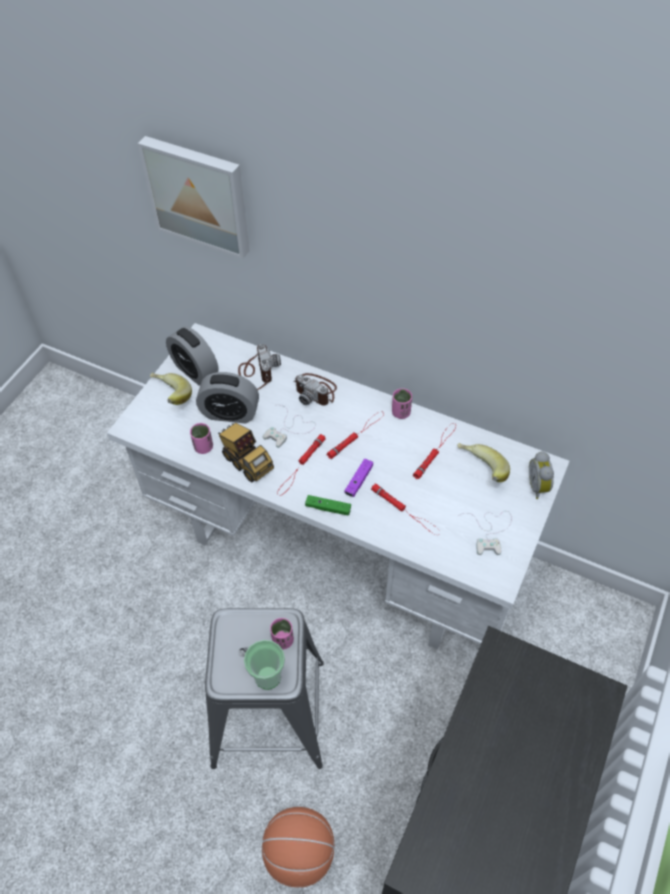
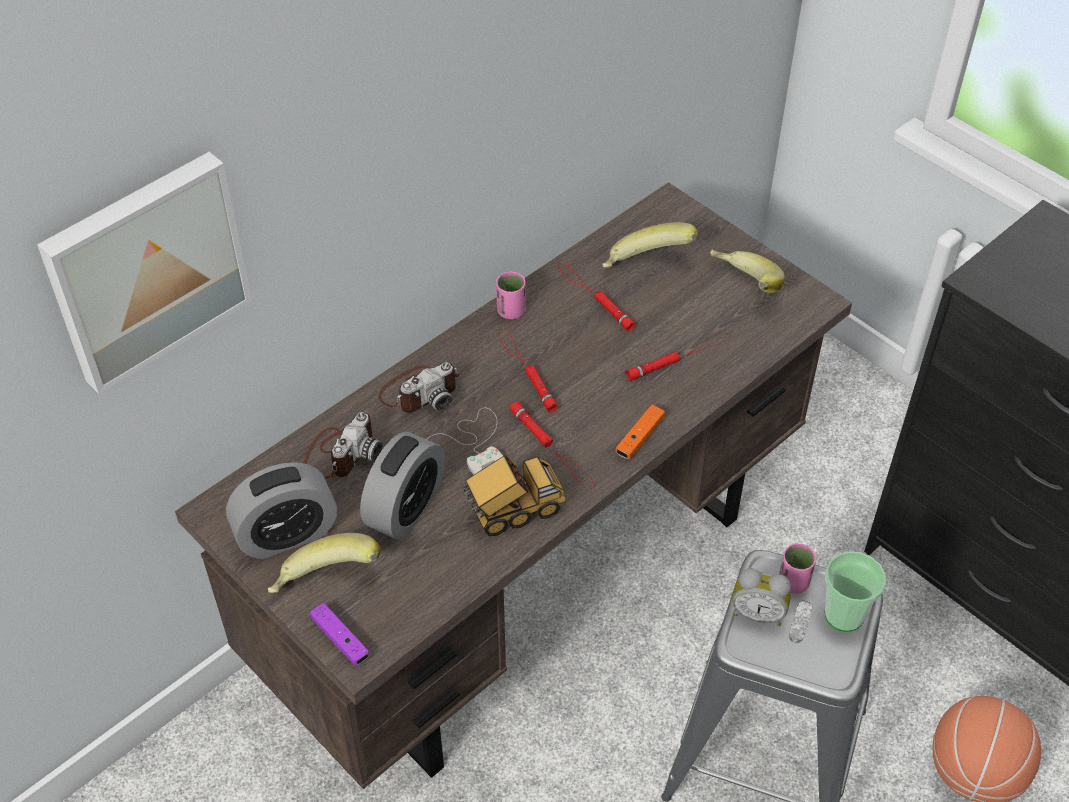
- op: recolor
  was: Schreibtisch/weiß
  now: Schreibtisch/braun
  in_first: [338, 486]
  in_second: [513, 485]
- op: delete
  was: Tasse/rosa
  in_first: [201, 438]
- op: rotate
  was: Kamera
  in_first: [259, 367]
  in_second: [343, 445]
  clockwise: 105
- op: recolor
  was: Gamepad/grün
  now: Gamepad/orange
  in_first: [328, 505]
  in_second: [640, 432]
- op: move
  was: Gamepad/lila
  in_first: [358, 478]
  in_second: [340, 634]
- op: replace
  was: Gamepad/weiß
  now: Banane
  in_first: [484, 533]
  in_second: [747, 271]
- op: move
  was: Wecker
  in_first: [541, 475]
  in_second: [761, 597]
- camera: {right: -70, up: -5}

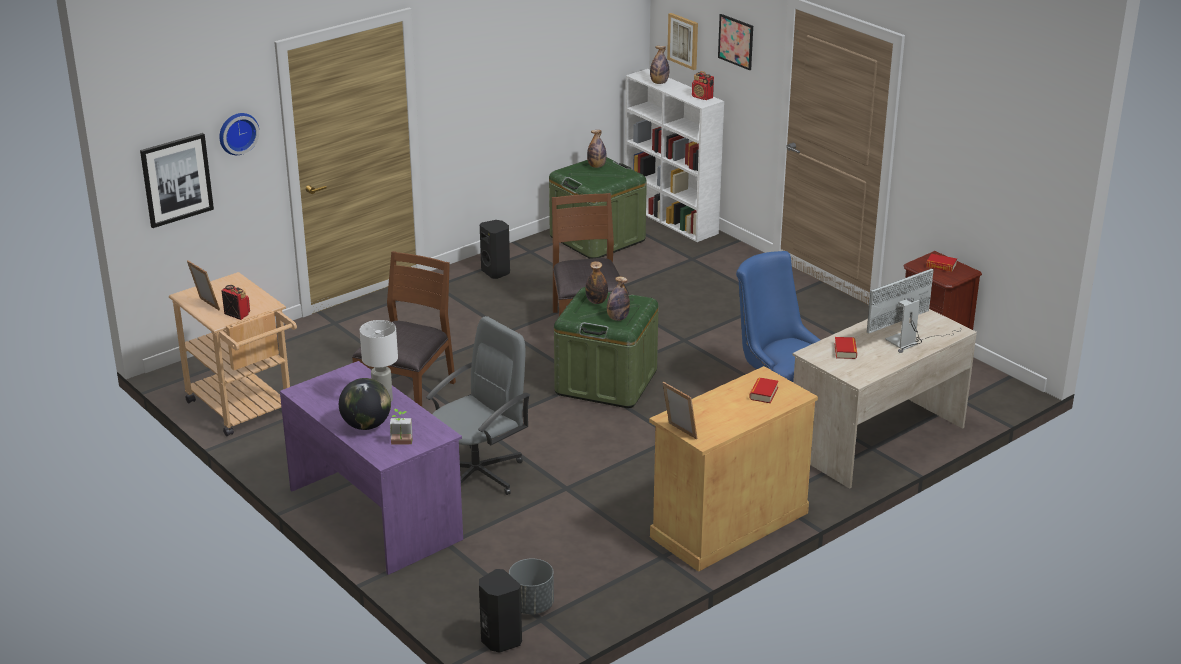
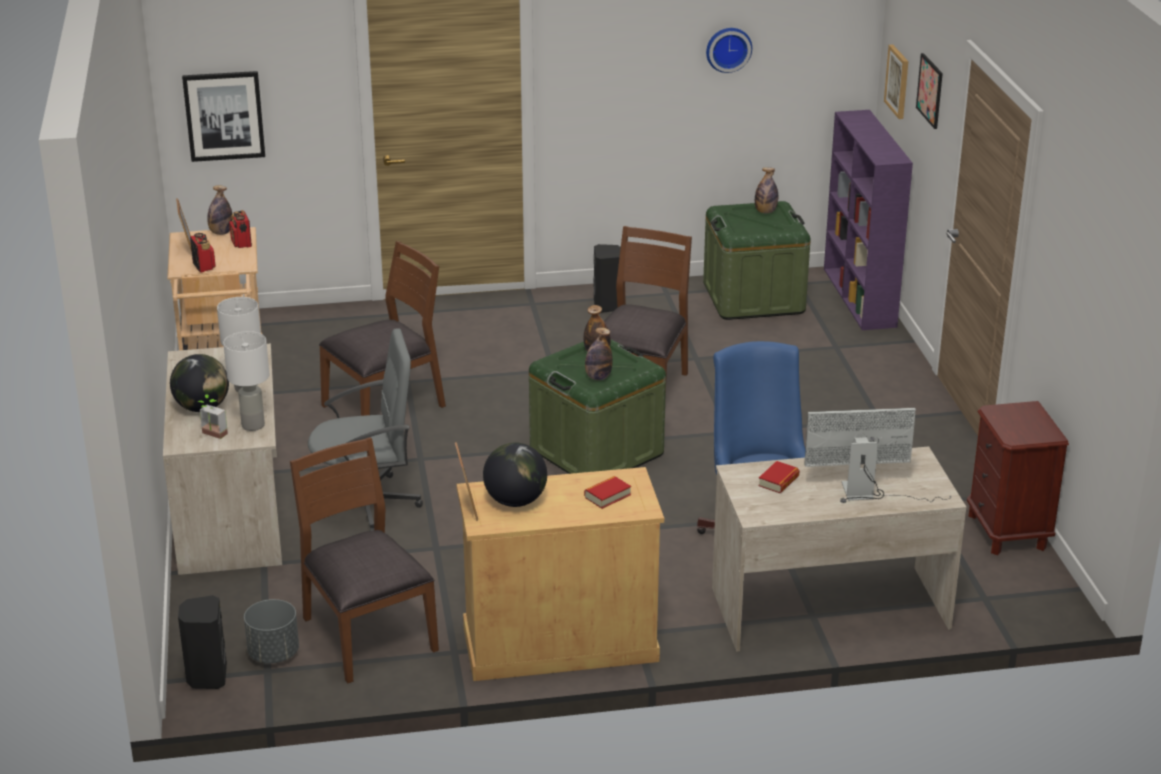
- op: move
  was: Wanduhr
  in_first: [239, 134]
  in_second: [729, 50]
- op: recolor
  was: Schreibtisch/lila
  now: Schreibtisch/beige
  in_first: [371, 468]
  in_second: [222, 459]
- op: recolor
  was: Bücherregal/weiß
  now: Bücherregal/lila
  in_first: [674, 155]
  in_second: [868, 220]
- op: move
  was: Flasche
  in_first: [659, 65]
  in_second: [219, 210]
- op: move
  was: Radio
  in_first: [703, 85]
  in_second: [240, 229]
- op: delete
  was: Buch
  in_first: [941, 263]
- op: insert
  now: Tischlampe/weiß
  in_second: [246, 381]
- op: insert
  now: Stuhl/braun
  in_second: [364, 560]
- op: insert
  now: Globus
  in_second: [515, 474]
- camera: {right: 30, up: 0}

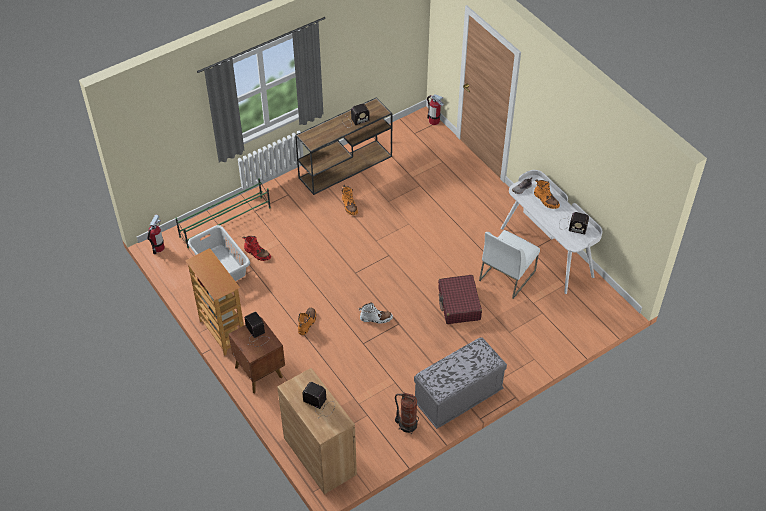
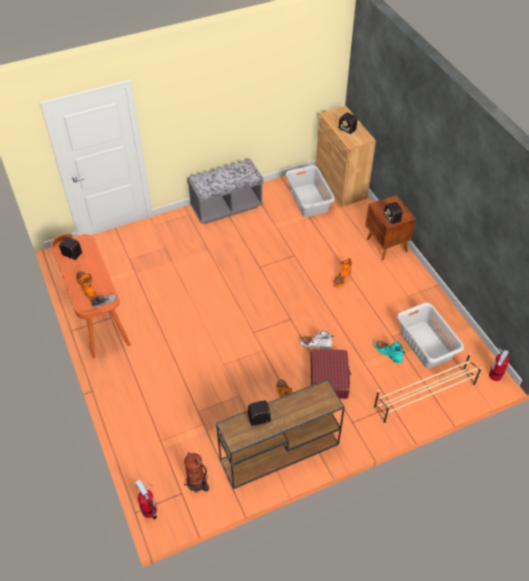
- op: recolor
  was: Schuhregal/grün
  now: Schuhregal/beige
  in_first: [223, 213]
  in_second: [428, 388]
- op: delete
  was: Bücherregal
  in_first: [214, 302]
- op: recolor
  was: Stiefel/rot
  now: Stiefel/türkis
  in_first: [257, 248]
  in_second: [390, 352]
- op: move
  was: Stiefel/weiß
  in_first: [376, 313]
  in_second: [317, 340]
- op: move
  was: Feuerlöscher
  in_first: [407, 413]
  in_second: [196, 472]
- op: move
  was: Koffer/rot
  in_first: [460, 299]
  in_second: [331, 374]
- op: delete
  was: Stuhl/weiß
  in_first: [509, 264]
- op: recolor
  was: Schreibtisch/weiß
  now: Schreibtisch/orange
  in_first: [551, 232]
  in_second: [91, 296]
- op: insert
  now: Wäschekorb/grau
  in_second: [310, 191]
- camera: {right: -170, up: 0}

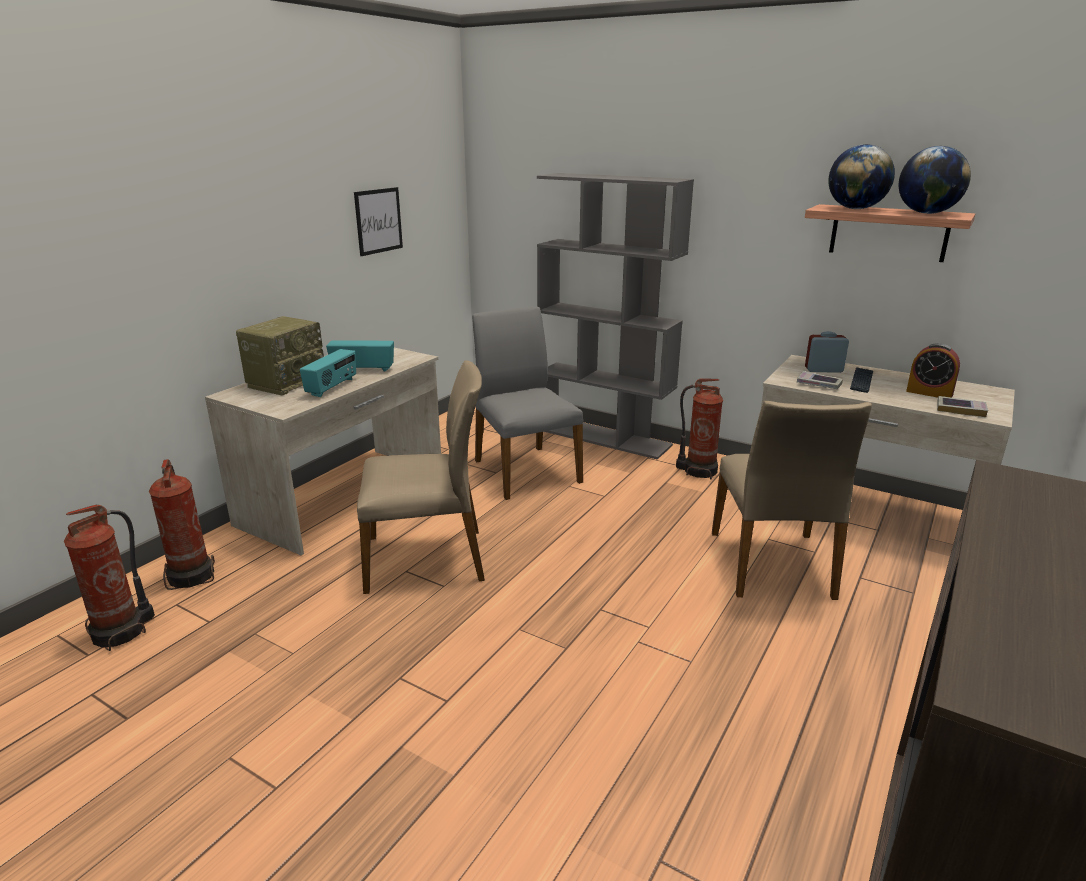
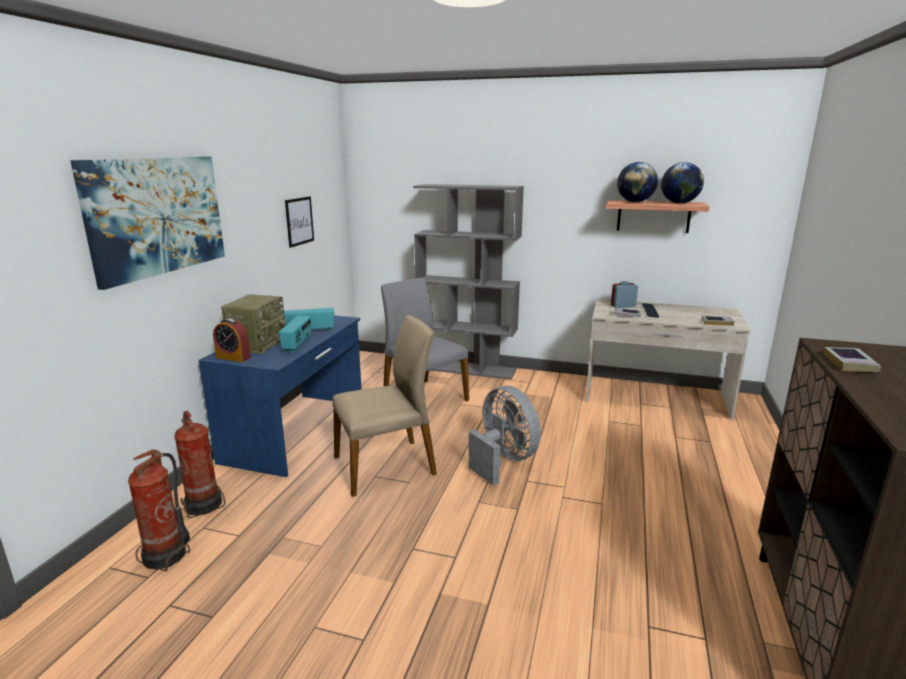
- op: recolor
  was: Schreibtisch/beige
  now: Schreibtisch/blau
  in_first: [323, 451]
  in_second: [280, 396]
- op: delete
  was: Feuerlöscher
  in_first: [699, 429]
- op: delete
  was: Stuhl/beige
  in_first: [792, 500]
- op: move
  was: Wecker
  in_first: [933, 370]
  in_second: [232, 340]
- op: insert
  now: Bild
  in_second: [147, 223]
- op: insert
  now: Ventilator/grau
  in_second: [504, 435]
- op: insert
  now: Buch
  in_second: [852, 359]
- camera: {right: -15, up: -5}

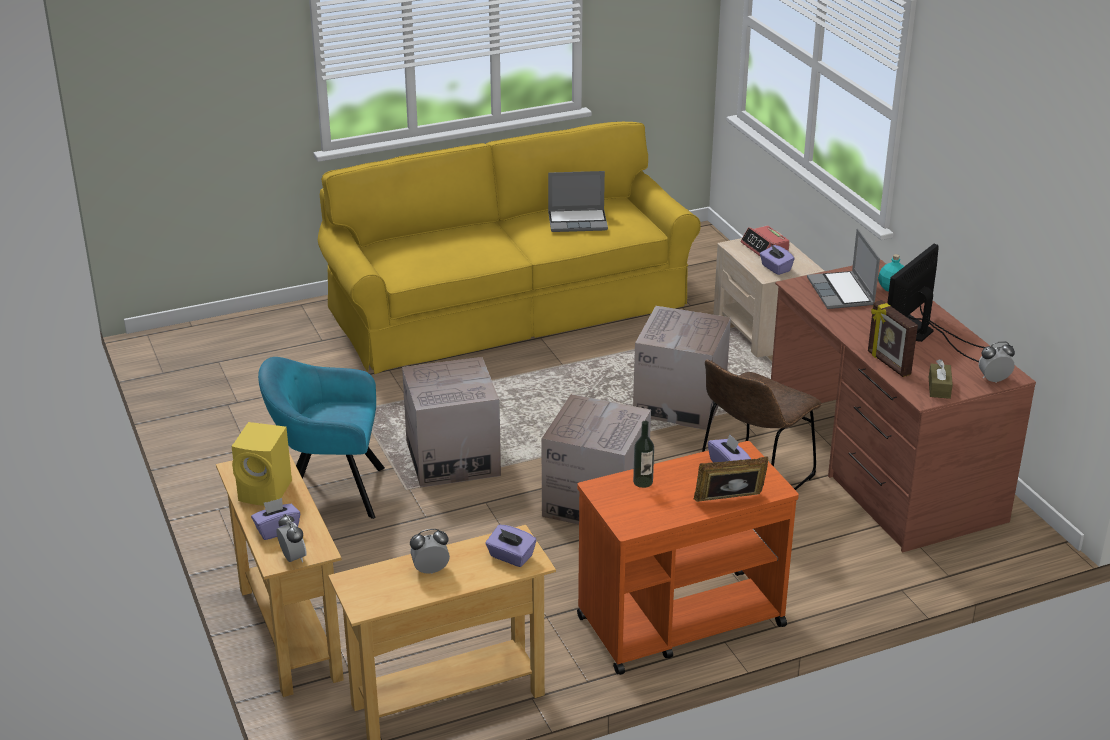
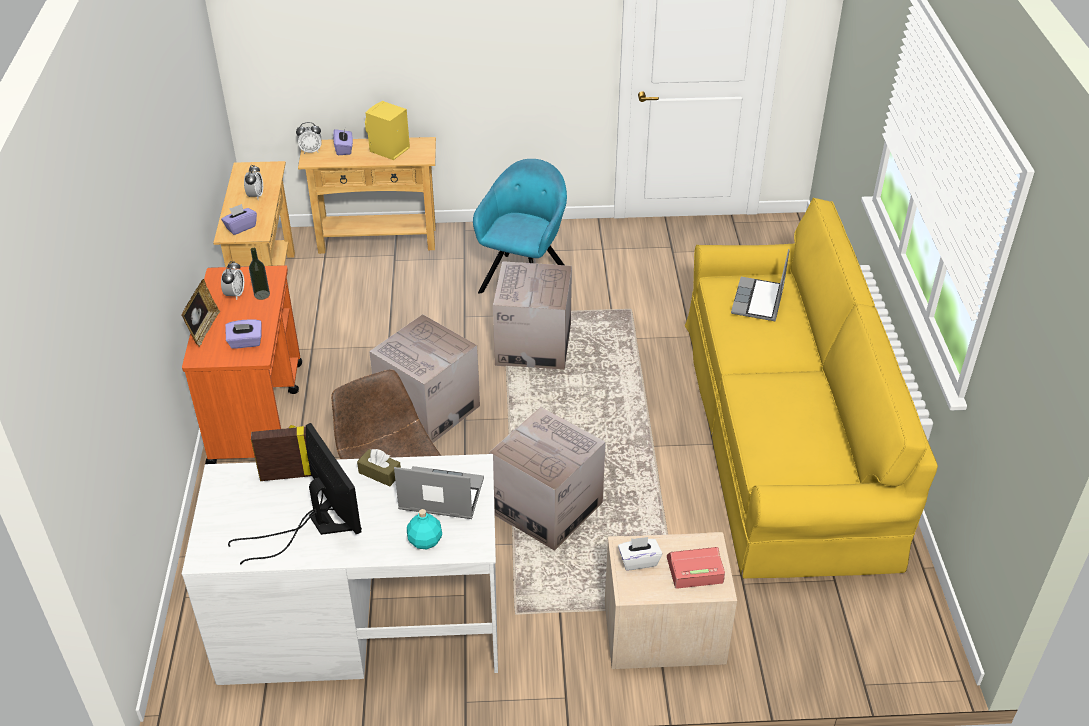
- op: move
  was: Laptop
  in_first: [578, 201]
  in_second: [760, 285]
- op: recolor
  was: Taschentuchbox/lila
  now: Taschentuchbox/weiß
  in_first: [777, 259]
  in_second: [640, 553]
- op: recolor
  was: Schreibtisch/braun
  now: Schreibtisch/weiß
  in_first: [903, 406]
  in_second: [340, 569]
- op: move
  was: Taschentuchbox/braun
  in_first: [941, 379]
  in_second: [379, 467]
- op: move
  was: Wecker
  in_first: [997, 362]
  in_second: [232, 280]
- camera: {right: 110, up: 10}

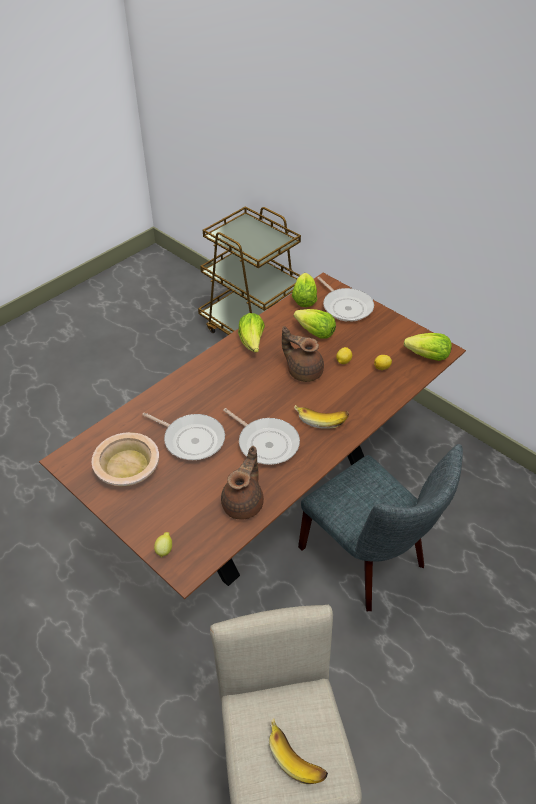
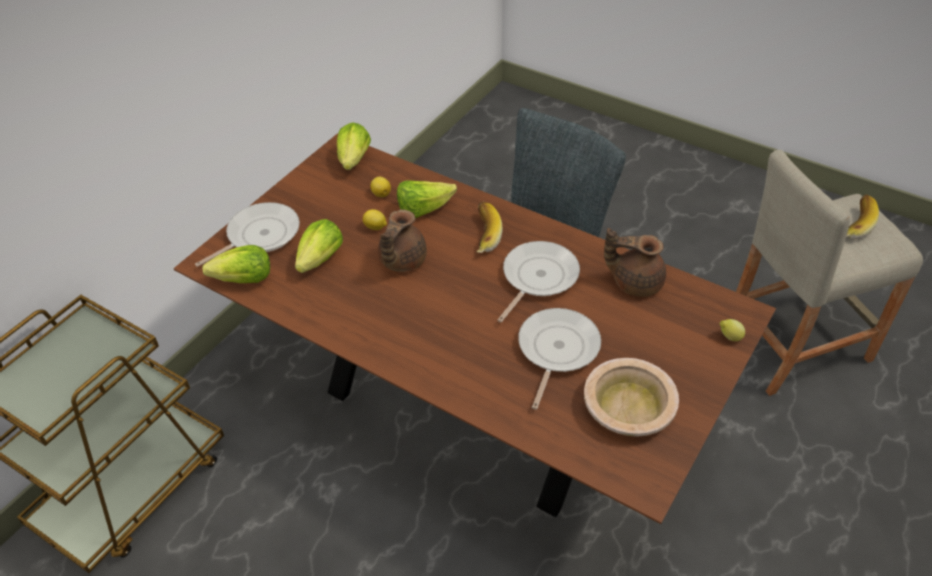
- op: move
  was: Salatkopf
  in_first: [251, 333]
  in_second: [427, 199]
- camera: {right: -100, up: 0}

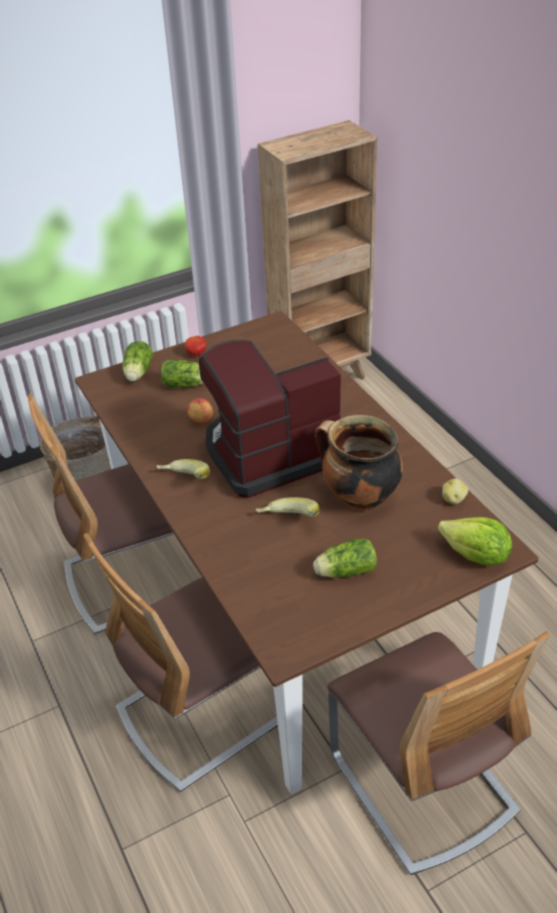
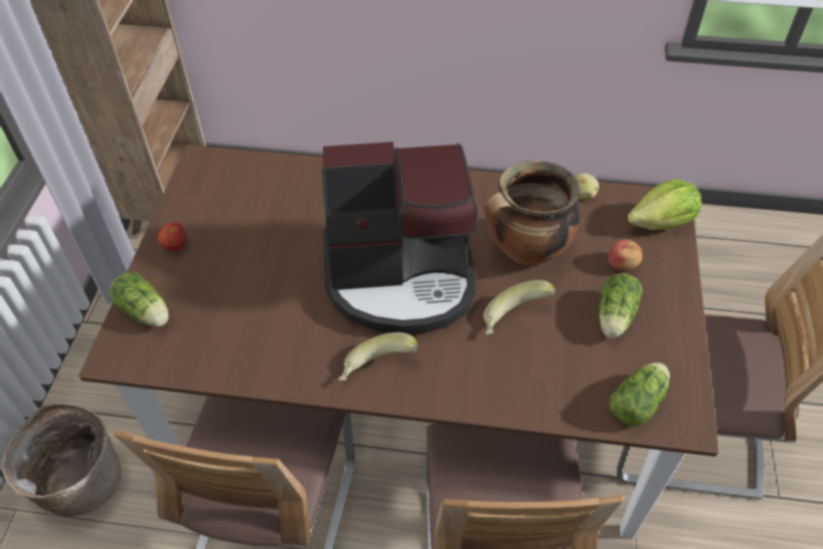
- op: move
  was: Salatkopf
  in_first: [181, 374]
  in_second: [639, 394]
- op: move
  was: Apfel
  in_first: [200, 411]
  in_second: [625, 256]
- op: rotate
  was: Kaffeemaschine
  in_first: [270, 419]
  in_second: [399, 238]
  clockwise: -105
- camera: {right: -55, up: 10}

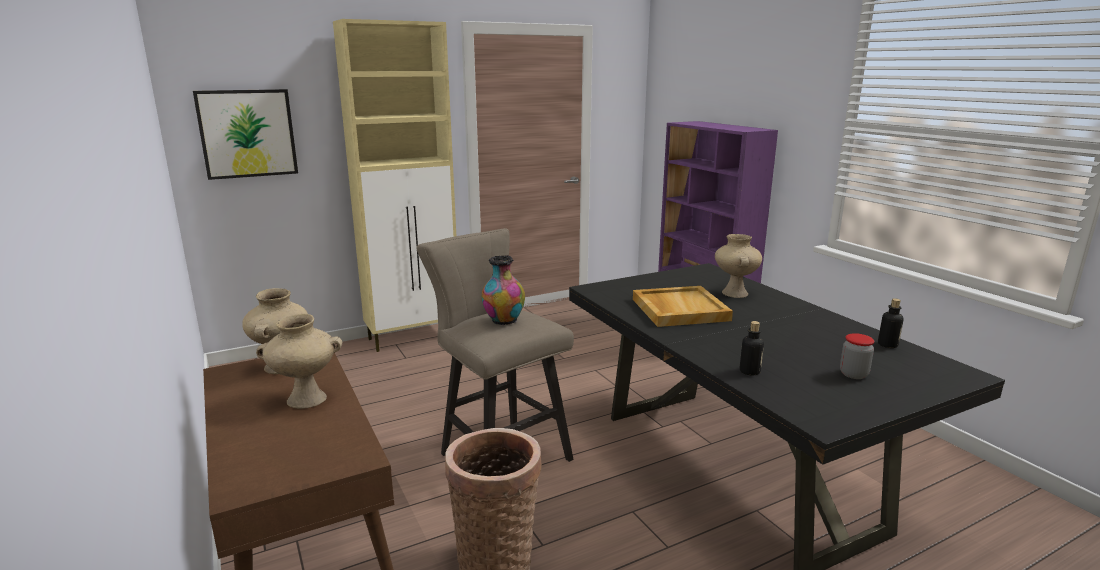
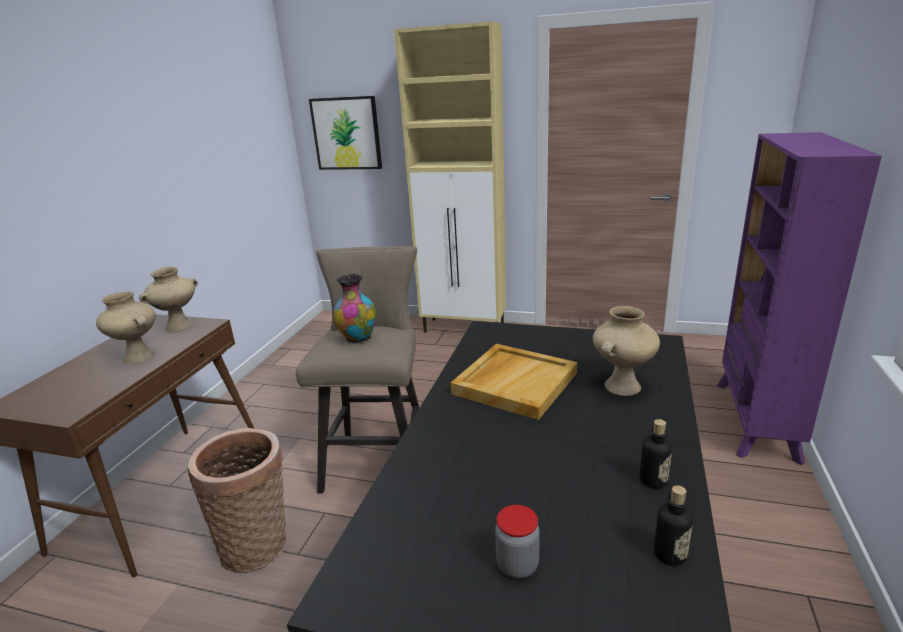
- op: move
  was: Flasche
  in_first: [752, 348]
  in_second: [656, 454]
- camera: {right: 45, up: 5}

